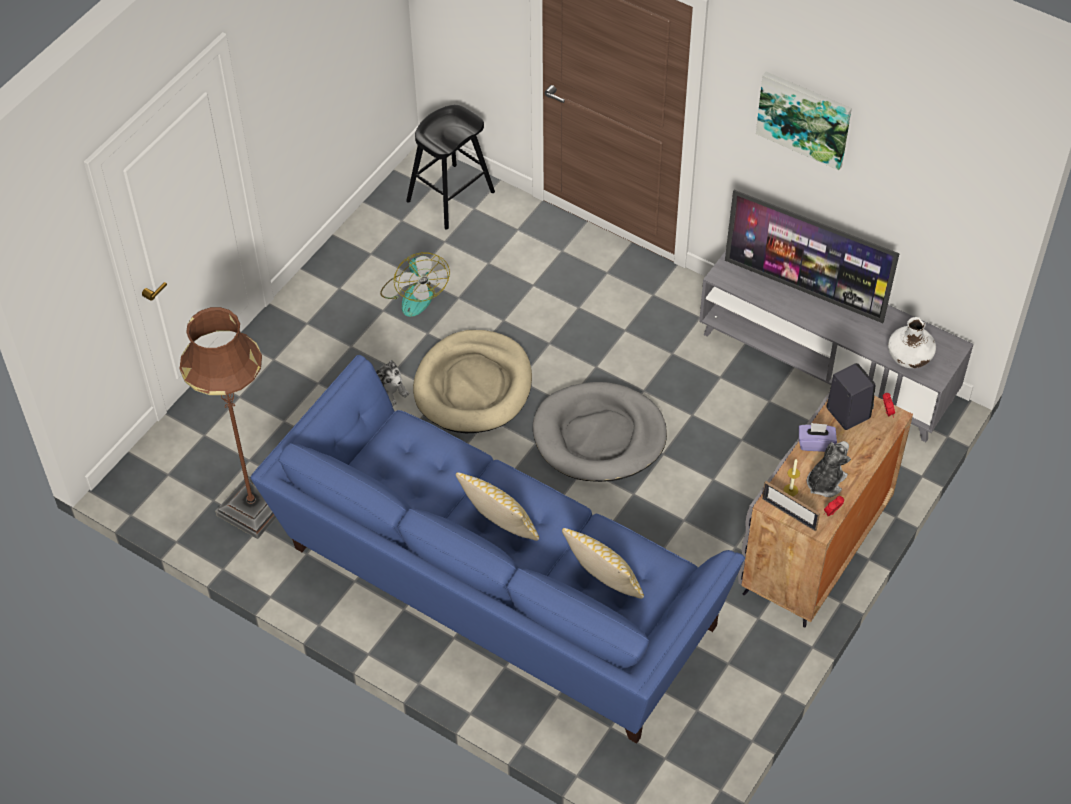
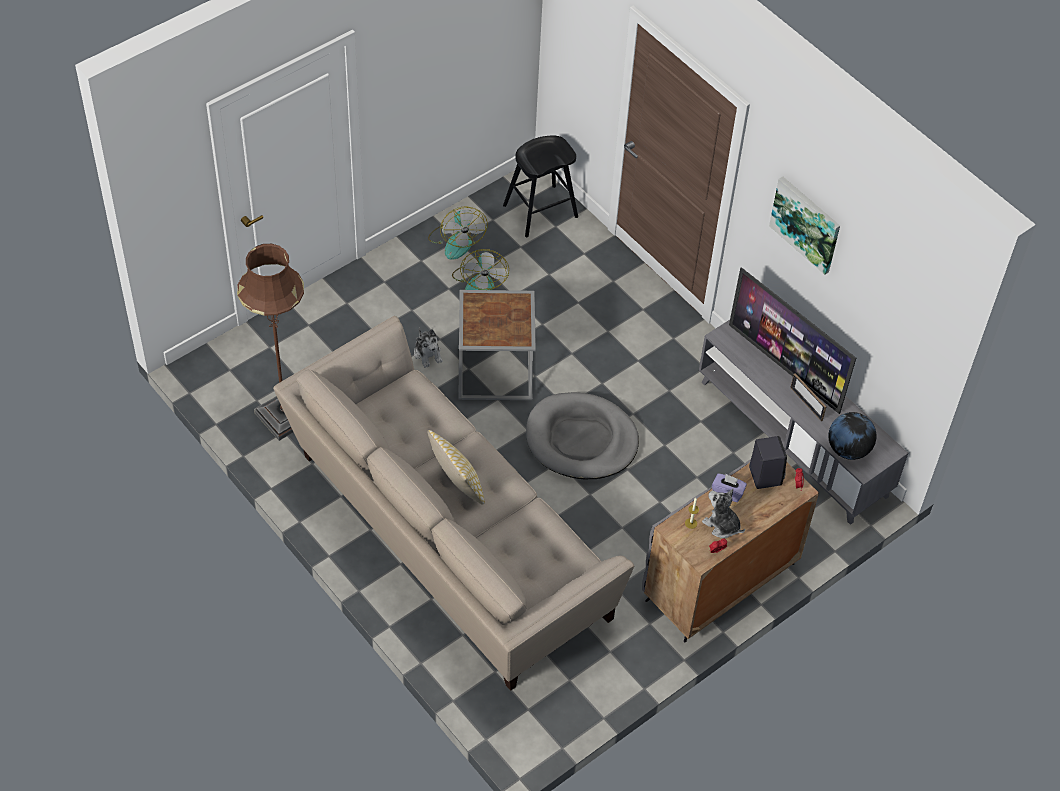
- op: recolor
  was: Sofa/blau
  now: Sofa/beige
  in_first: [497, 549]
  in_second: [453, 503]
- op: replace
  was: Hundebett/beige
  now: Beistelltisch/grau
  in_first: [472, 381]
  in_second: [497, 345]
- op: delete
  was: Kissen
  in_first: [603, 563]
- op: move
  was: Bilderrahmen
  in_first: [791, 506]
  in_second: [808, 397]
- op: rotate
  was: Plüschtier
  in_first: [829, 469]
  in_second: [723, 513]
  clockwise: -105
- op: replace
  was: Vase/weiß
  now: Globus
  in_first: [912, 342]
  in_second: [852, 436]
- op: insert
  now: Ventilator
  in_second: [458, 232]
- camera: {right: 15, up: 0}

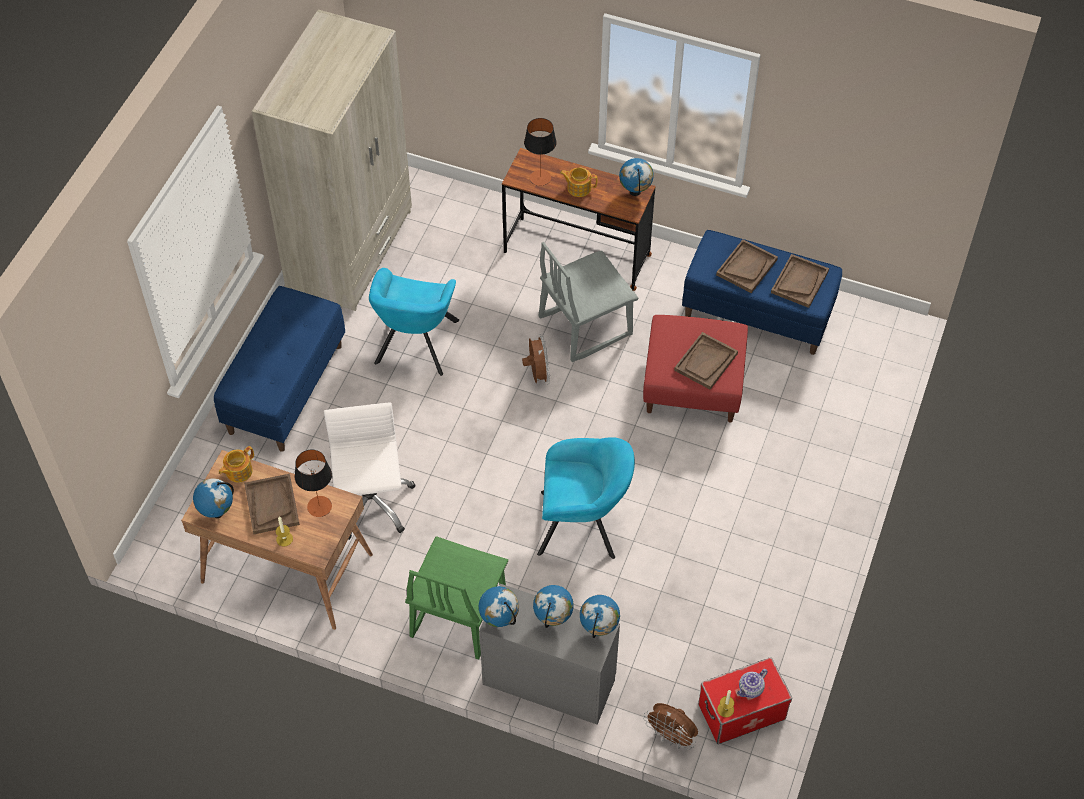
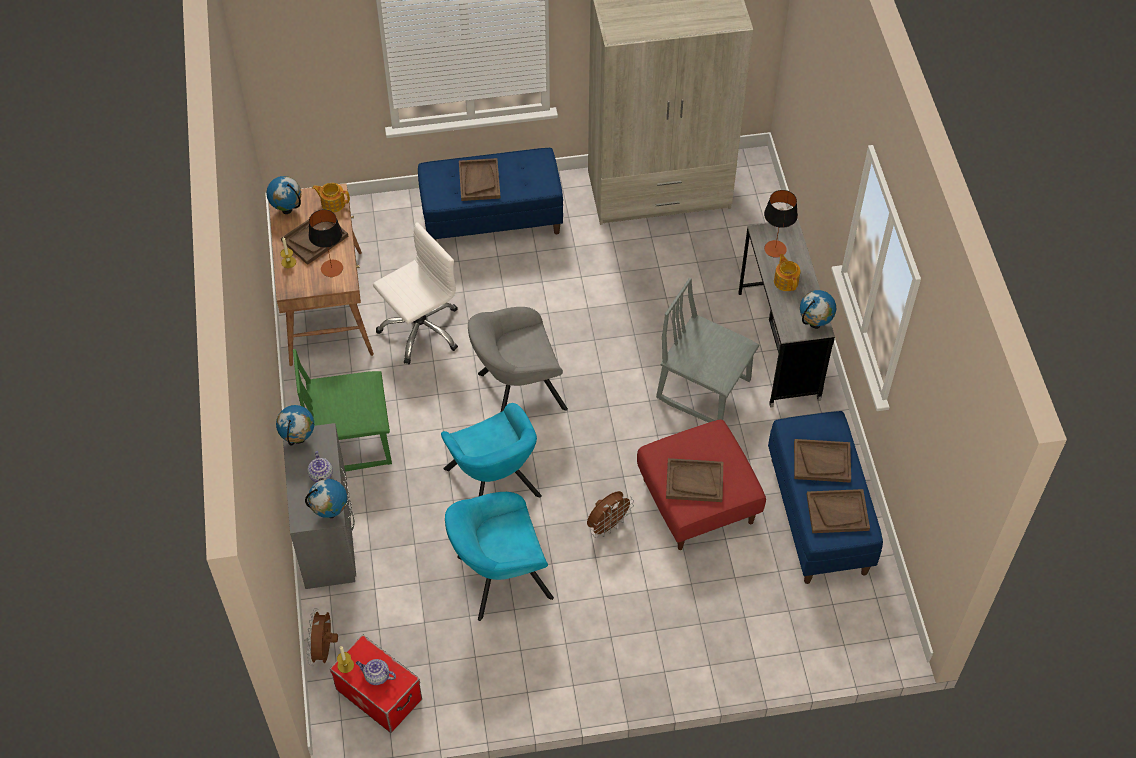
- op: move
  was: Sessel/türkis
  in_first: [414, 322]
  in_second: [499, 556]
- op: recolor
  was: Schreibtisch/braun
  now: Schreibtisch/grau
  in_first: [578, 219]
  in_second: [786, 313]
- op: move
  was: Ventilator/braun
  in_first: [536, 359]
  in_second: [610, 514]
- op: replace
  was: Globus
  now: Teekanne
  in_first: [553, 606]
  in_second: [320, 466]
- op: insert
  now: Tablett/braun
  in_second: [480, 179]
- op: insert
  now: Sessel/grau
  in_second: [518, 359]
- camera: {right: 60, up: 0}

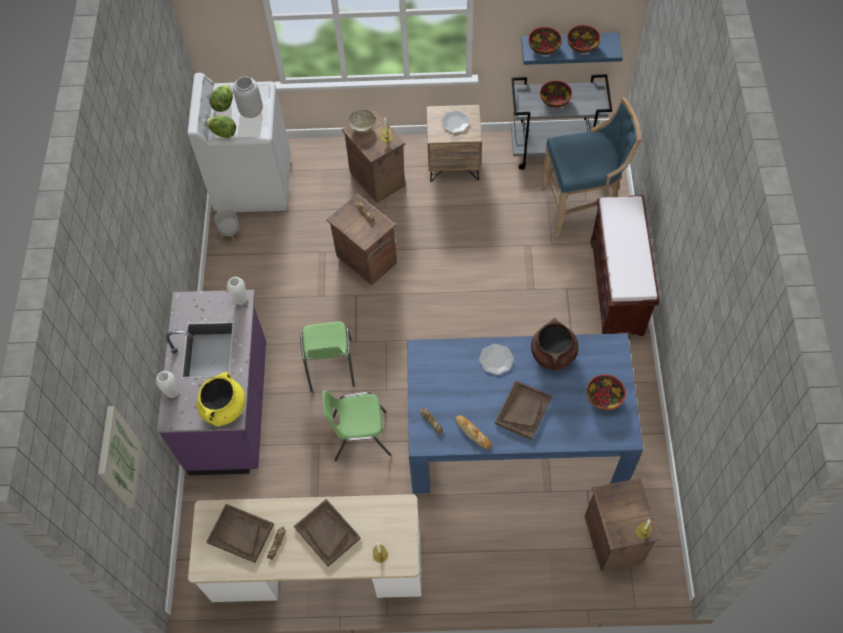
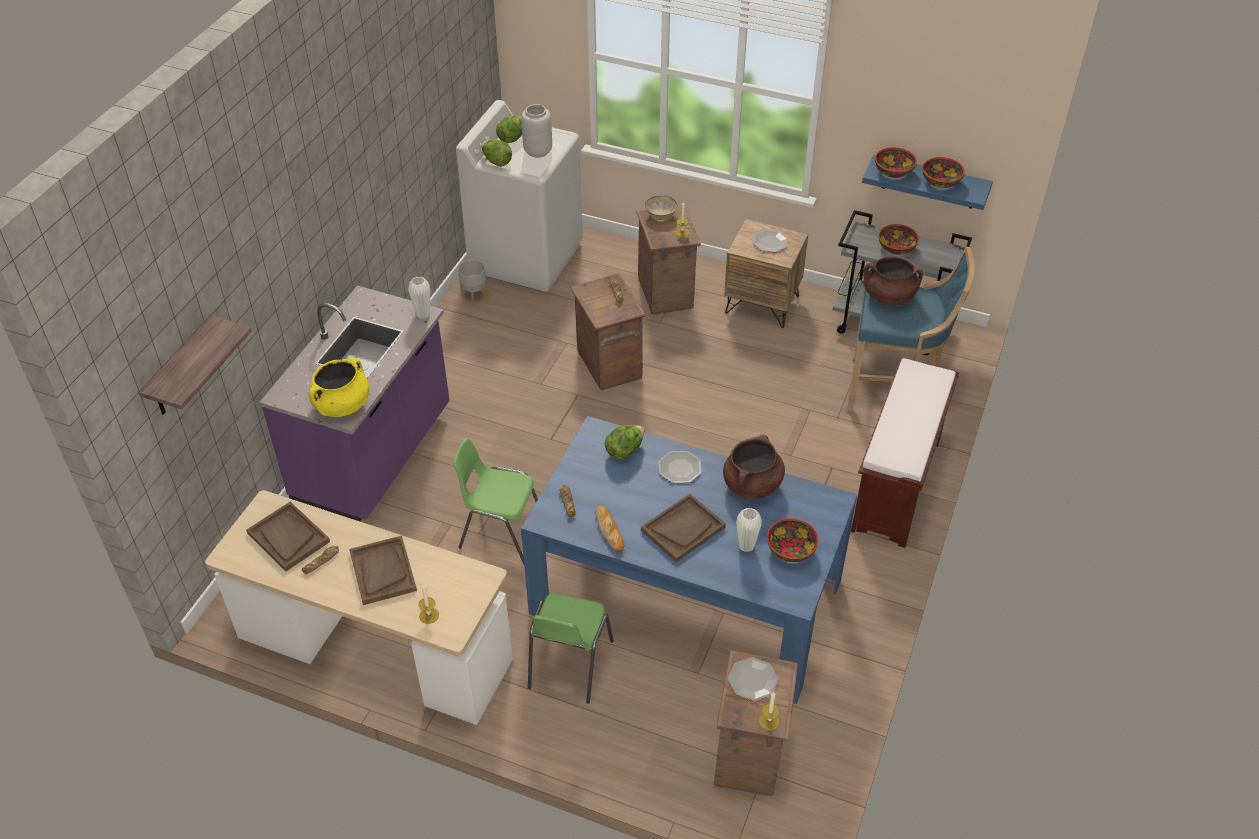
- op: replace
  was: Bild
  now: Wandregal
  in_first: [120, 457]
  in_second: [195, 365]
- op: move
  was: Vase/weiß
  in_first: [167, 384]
  in_second: [749, 530]
- op: move
  was: Stuhl/grün
  in_first: [327, 356]
  in_second: [571, 648]
- op: insert
  now: Salatkopf
  in_second: [624, 442]
- op: insert
  now: Teller
  in_second: [753, 679]
- op: insert
  now: Kochtopf/braun
  in_second: [893, 281]
- camera: {right: 20, up: -15}

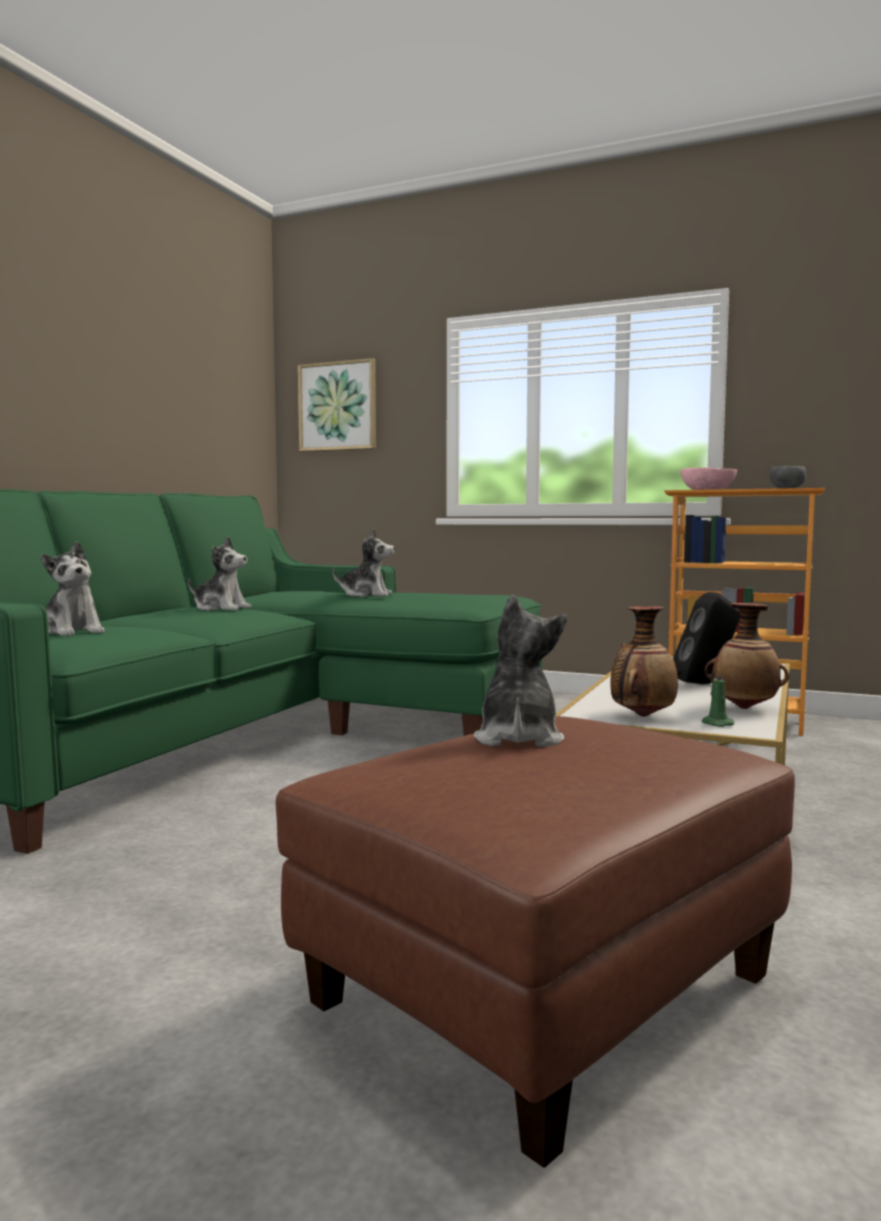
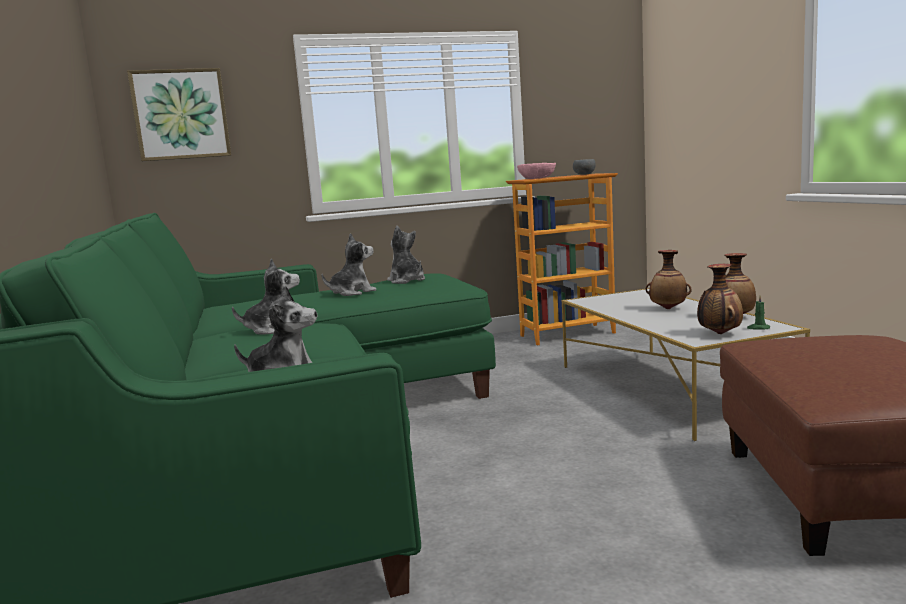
- op: move
  was: Plüschtier
  in_first: [520, 671]
  in_second: [406, 255]
- op: replace
  was: Lautsprecher/schwarz
  now: Vase
  in_first: [706, 638]
  in_second: [669, 279]
- camera: {right: -40, up: 5}

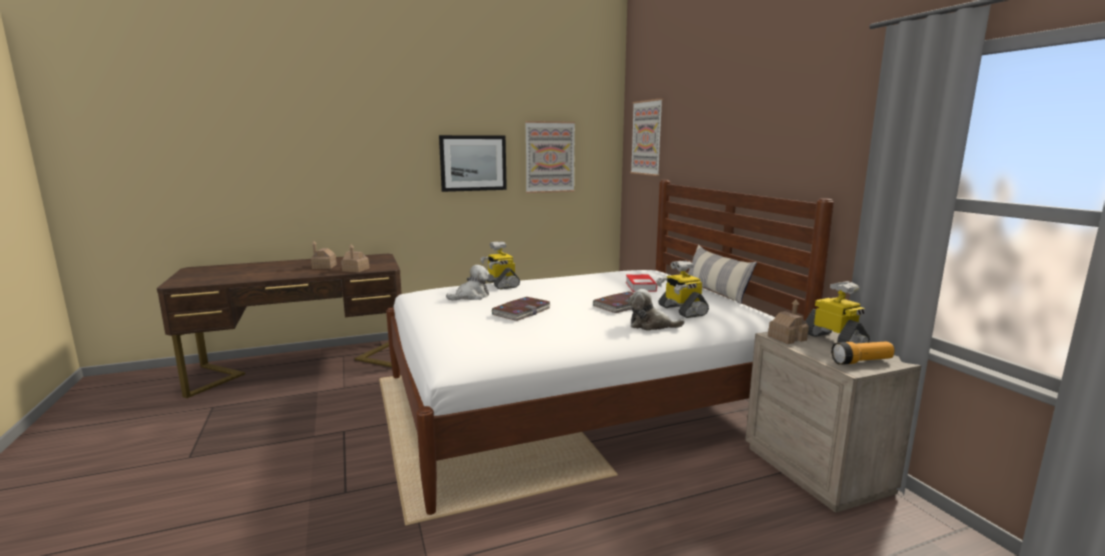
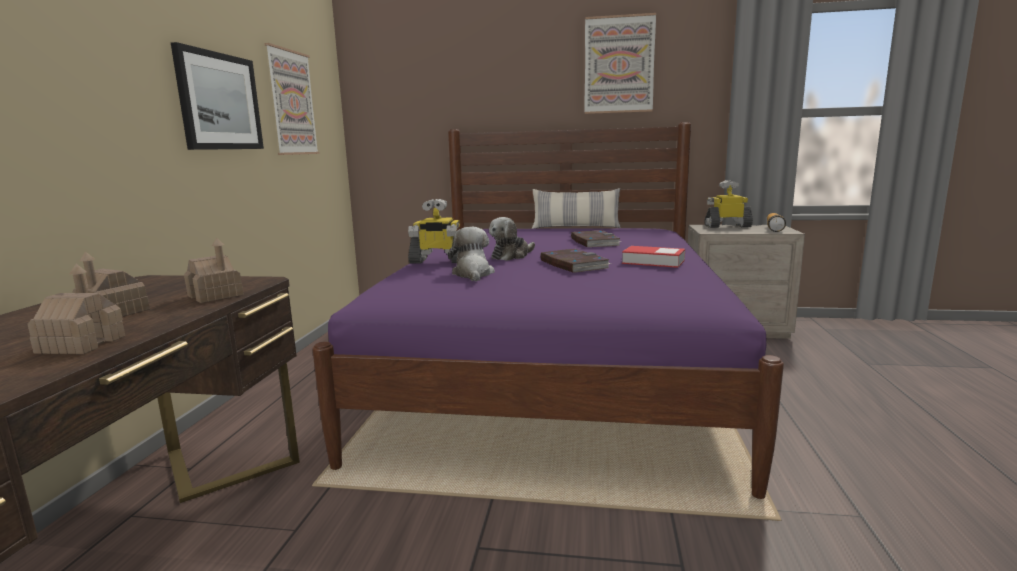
- op: recolor
  was: Bett/weiß
  now: Bett/lila
  in_first: [610, 347]
  in_second: [548, 310]
- op: move
  was: Buch
  in_first: [641, 283]
  in_second: [653, 257]
- op: move
  was: Plüschtier
  in_first: [656, 310]
  in_second: [512, 239]
- op: move
  was: Bild
  in_first: [646, 137]
  in_second: [620, 63]
- op: delete
  was: Spielzeugroboter
  in_first: [682, 289]
- op: move
  was: Spielzeughaus
  in_first: [788, 322]
  in_second: [76, 309]
- camera: {right: -60, up: 0}

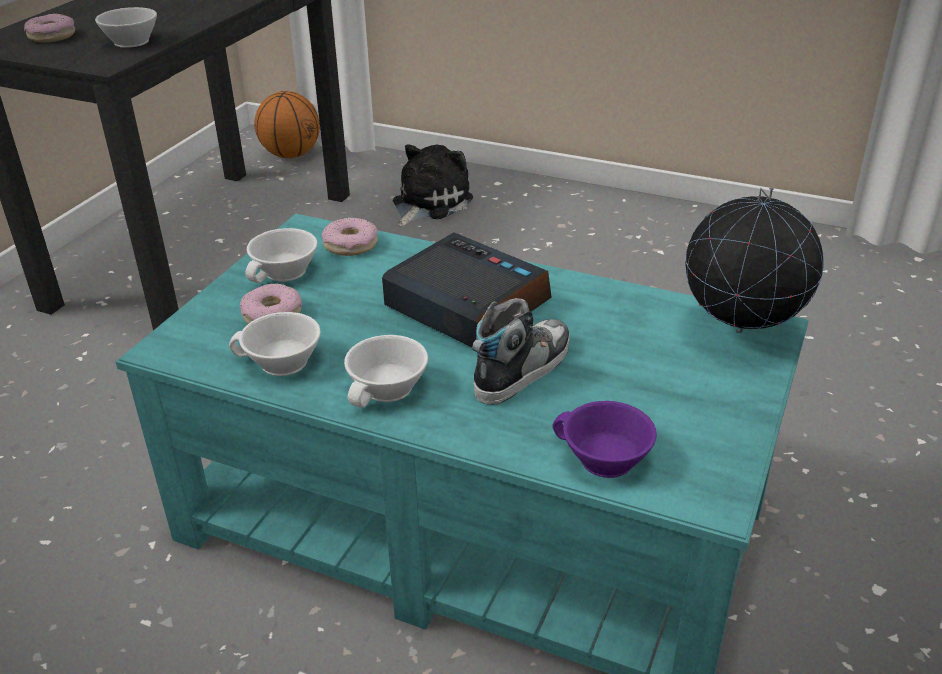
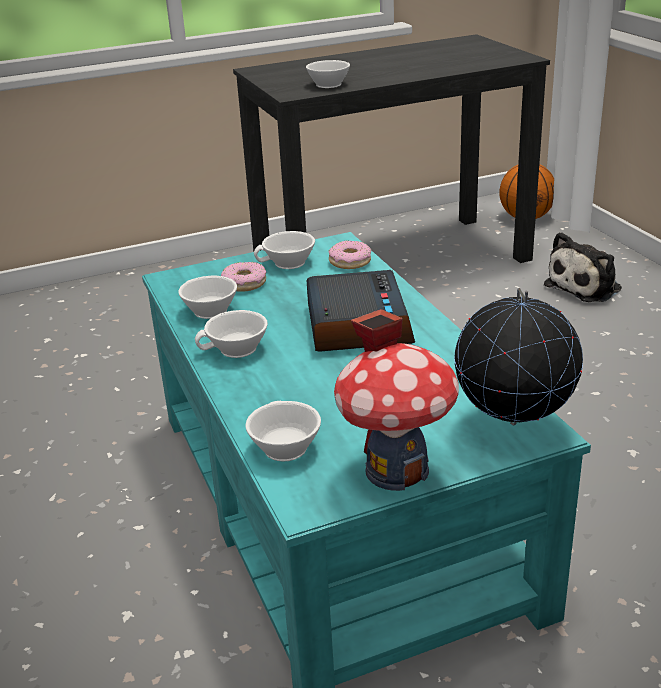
- op: delete
  was: Donut
  in_first: [49, 27]
- op: rotate
  was: Plüschtier
  in_first: [433, 185]
  in_second: [583, 267]
  clockwise: 150
- op: delete
  was: Schuh
  in_first: [521, 351]
- op: recolor
  was: Tasse/lila
  now: Tasse/weiß
  in_first: [605, 439]
  in_second: [283, 431]
- op: insert
  now: Spielzeughaus
  in_second: [396, 400]
- camera: {right: 45, up: -5}

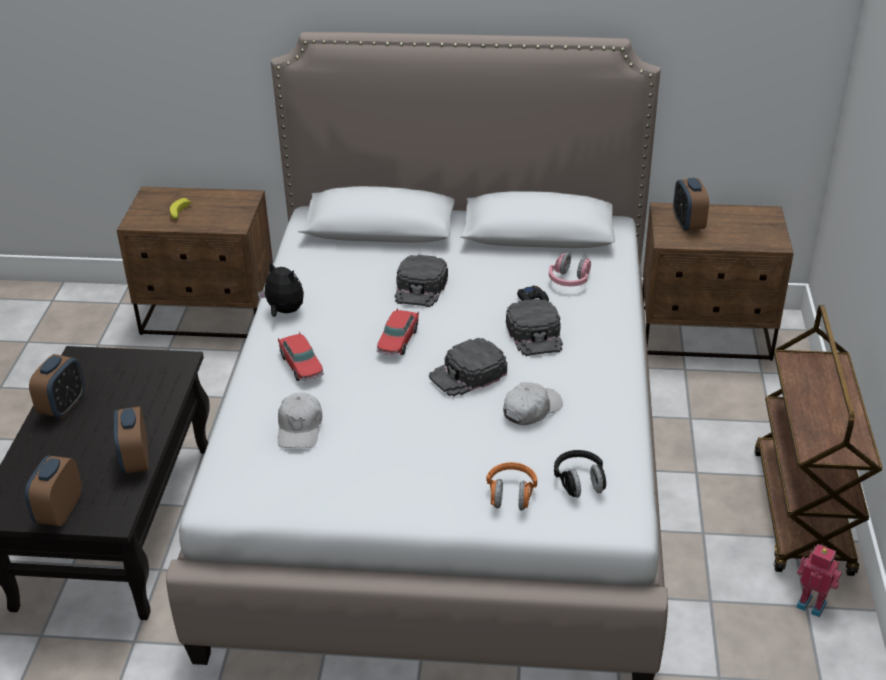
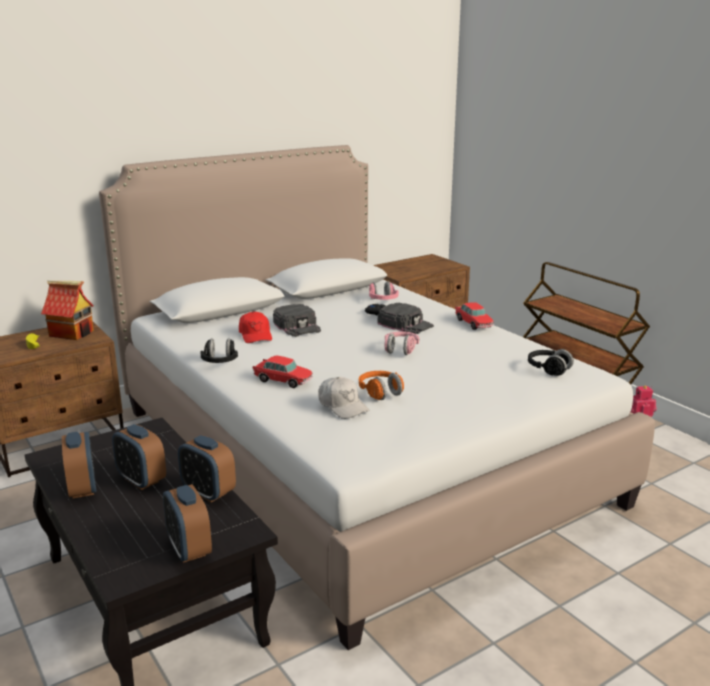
- op: replace
  was: Plüschtier
  now: Kopfhörer/schwarz
  in_first: [281, 289]
  in_second: [219, 350]
- op: move
  was: Spielzeugauto
  in_first: [398, 332]
  in_second: [474, 316]
- op: replace
  was: Kappe/schwarz
  now: Kopfhörer/rosa
  in_first: [468, 367]
  in_second: [402, 343]
- op: move
  was: Kopfhörer/orange
  in_first: [511, 486]
  in_second: [381, 385]
- op: delete
  was: Kappe/weiß
  in_first: [533, 403]
- op: move
  was: Wecker
  in_first: [691, 205]
  in_second: [139, 457]
- op: insert
  now: Spielzeughaus
  in_second: [67, 310]
- op: insert
  now: Kappe/rot
  in_second: [255, 327]
- camera: {right: -40, up: -15}

